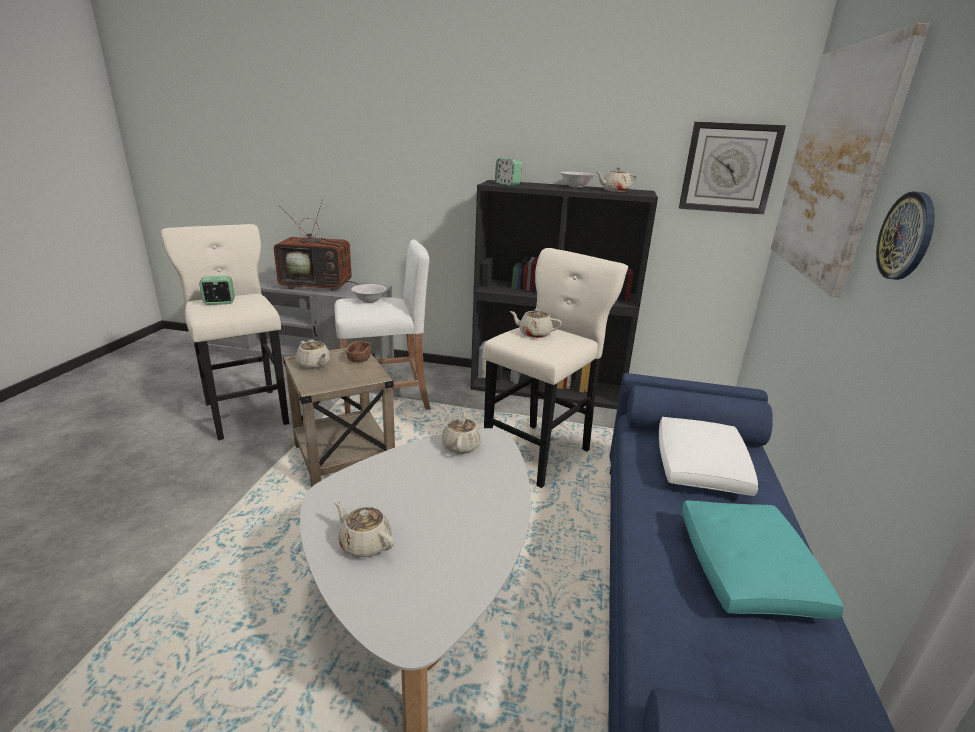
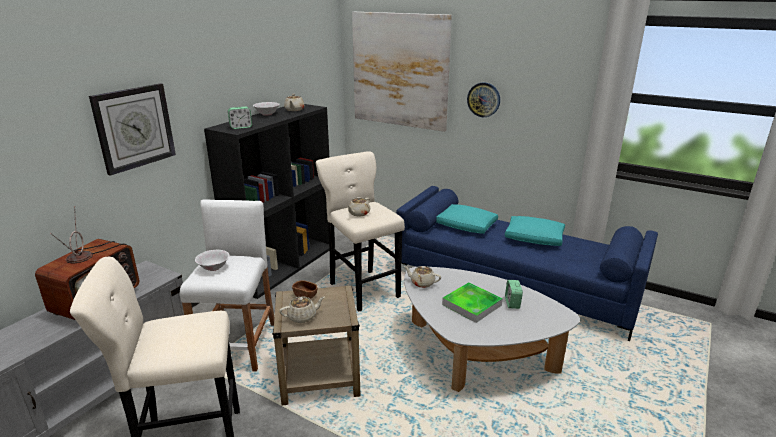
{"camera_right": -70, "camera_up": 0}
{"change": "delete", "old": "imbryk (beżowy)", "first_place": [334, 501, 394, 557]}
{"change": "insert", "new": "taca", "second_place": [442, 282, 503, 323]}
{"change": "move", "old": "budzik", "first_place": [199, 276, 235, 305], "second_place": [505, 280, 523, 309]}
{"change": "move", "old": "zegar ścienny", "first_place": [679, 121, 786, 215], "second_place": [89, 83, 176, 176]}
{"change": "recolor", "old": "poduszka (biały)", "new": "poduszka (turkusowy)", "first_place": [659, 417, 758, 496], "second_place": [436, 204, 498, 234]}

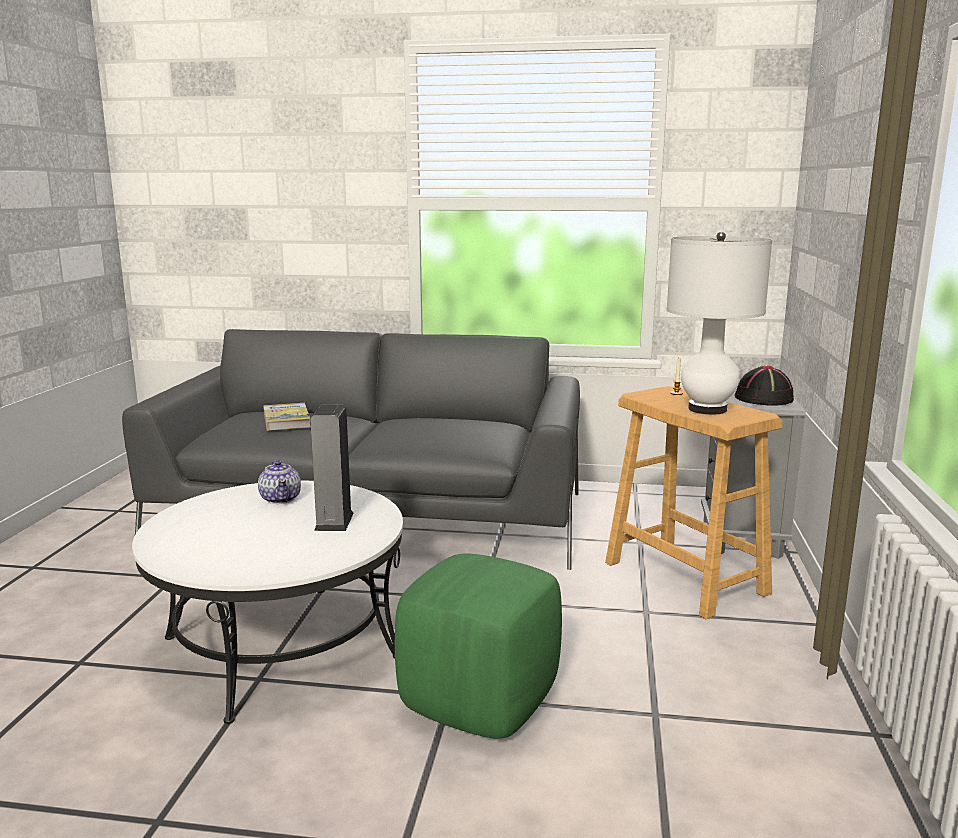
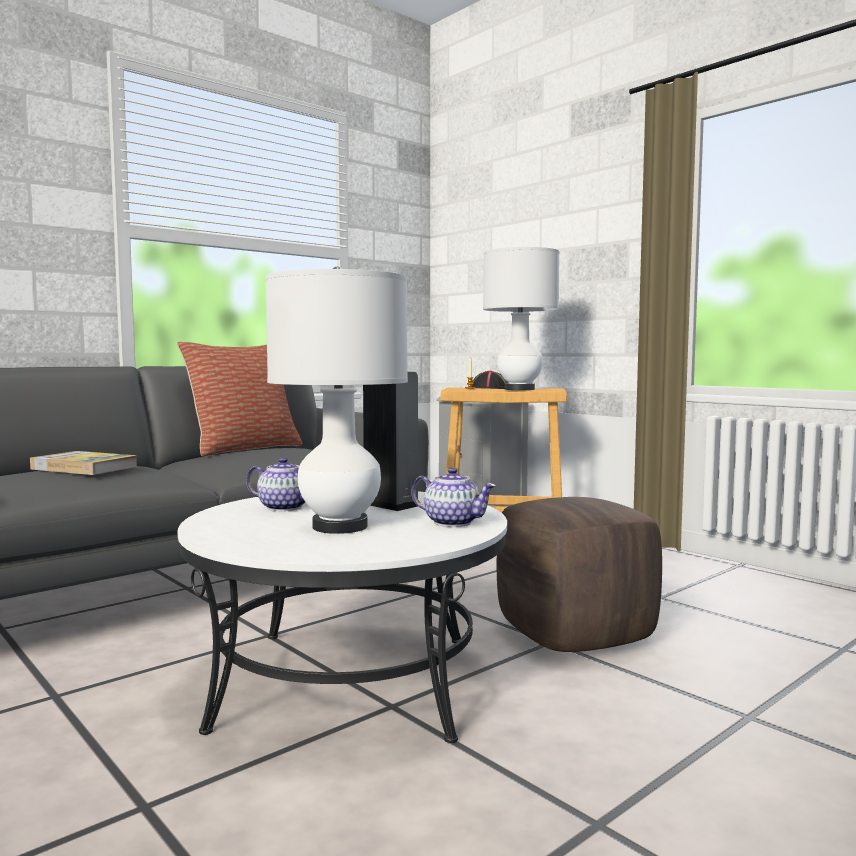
{"camera_right": -50, "camera_up": -10}
{"change": "insert", "new": "poduszka", "second_place": [177, 342, 302, 456]}
{"change": "insert", "new": "lampa stołowa (biały)", "second_place": [265, 267, 408, 534]}
{"change": "insert", "new": "imbryk", "second_place": [411, 468, 496, 527]}
{"change": "recolor", "old": "pufa (zielony)", "new": "pufa (brązowy)", "first_place": [395, 553, 562, 739], "second_place": [497, 497, 662, 652]}

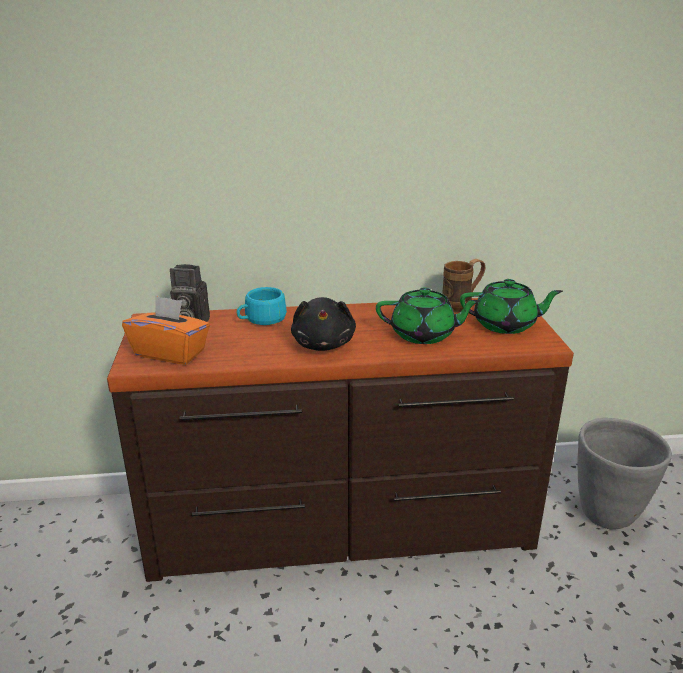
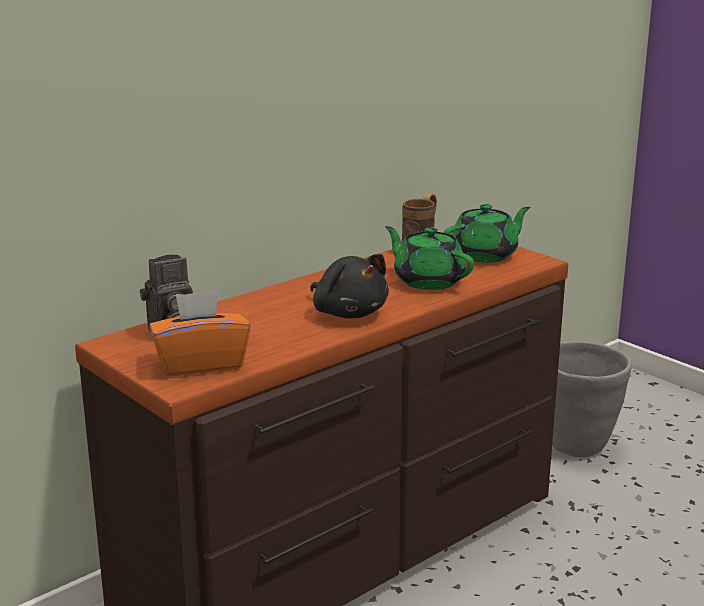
{"camera_right": -35, "camera_up": -5}
{"change": "delete", "old": "filiżanka (turkusowy)", "first_place": [237, 287, 287, 325]}
{"change": "rotate", "old": "imbryk (zielony)", "first_place": [376, 287, 480, 344], "second_place": [385, 226, 474, 290], "degrees": -105}

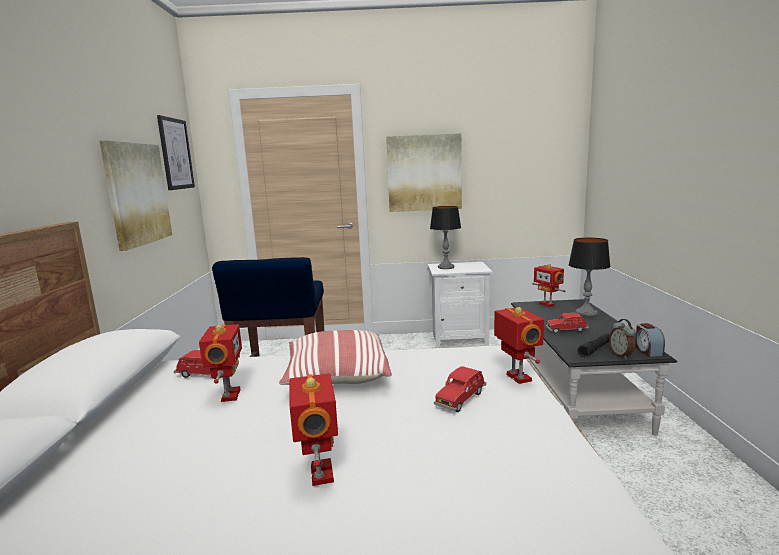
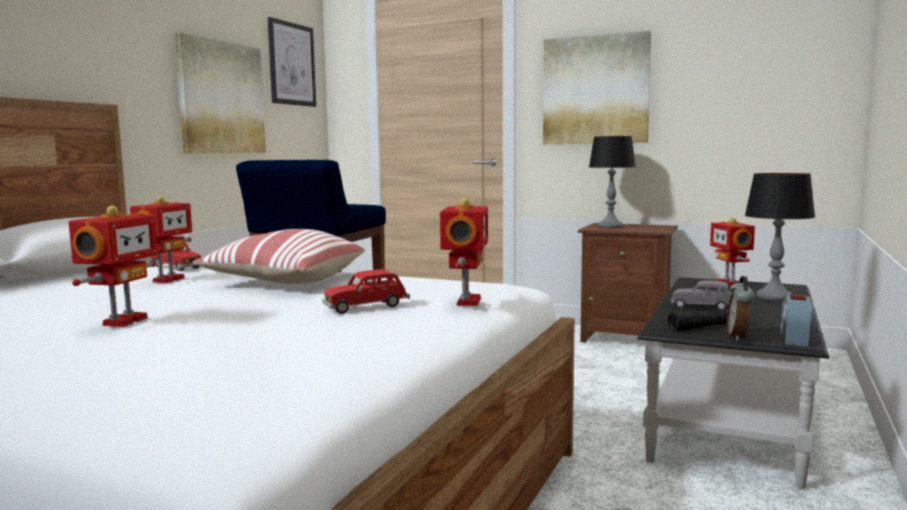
{"camera_right": 25, "camera_up": -5}
{"change": "recolor", "old": "szafka nocna (biały)", "new": "szafka nocna (brązowy)", "first_place": [428, 262, 493, 348], "second_place": [578, 223, 678, 343]}
{"change": "recolor", "old": "samochodzik (czerwony)", "new": "samochodzik (szary)", "first_place": [545, 313, 589, 334], "second_place": [671, 281, 732, 311]}

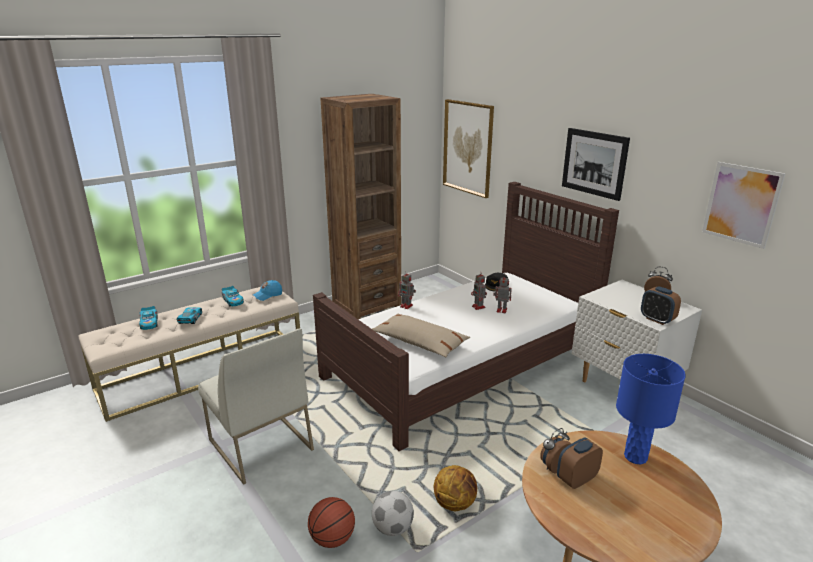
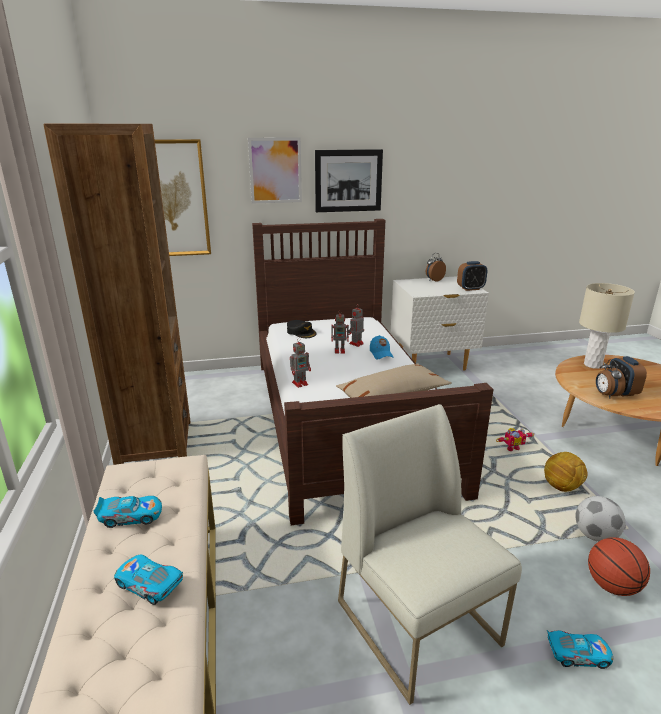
{"camera_right": -65, "camera_up": 0}
{"change": "insert", "new": "robot zabawkowy", "second_place": [496, 428, 534, 451]}
{"change": "move", "old": "samochodzik", "first_place": [139, 306, 158, 330], "second_place": [547, 630, 613, 669]}
{"change": "move", "old": "czapka z daszkiem (niebieski)", "first_place": [253, 280, 282, 301], "second_place": [370, 335, 394, 359]}
{"change": "move", "old": "obraz", "first_place": [702, 162, 785, 249], "second_place": [248, 137, 302, 203]}
{"change": "replace", "old": "piłka do koszykówki", "new": "piłka futbolowa", "first_place": [434, 465, 477, 511], "second_place": [544, 452, 587, 492]}
{"change": "recolor", "old": "lampa stołowa (niebieski)", "new": "lampa stołowa (beżowy)", "first_place": [616, 354, 686, 465], "second_place": [579, 283, 635, 369]}
{"change": "rotate", "old": "krzesło (biały)", "first_place": [198, 329, 314, 485], "second_place": [338, 404, 522, 705], "degrees": -105}

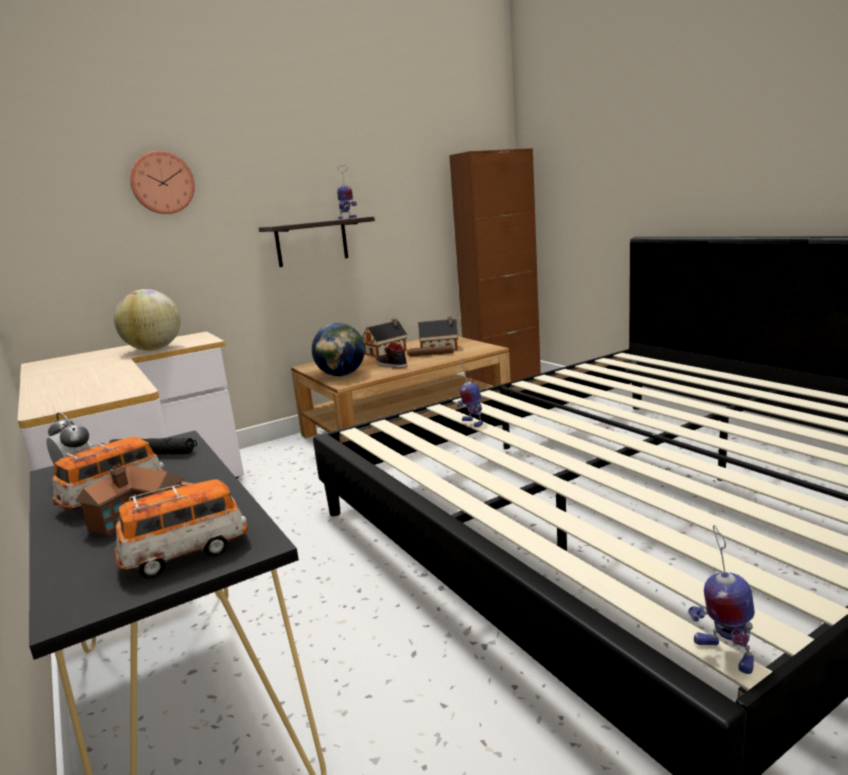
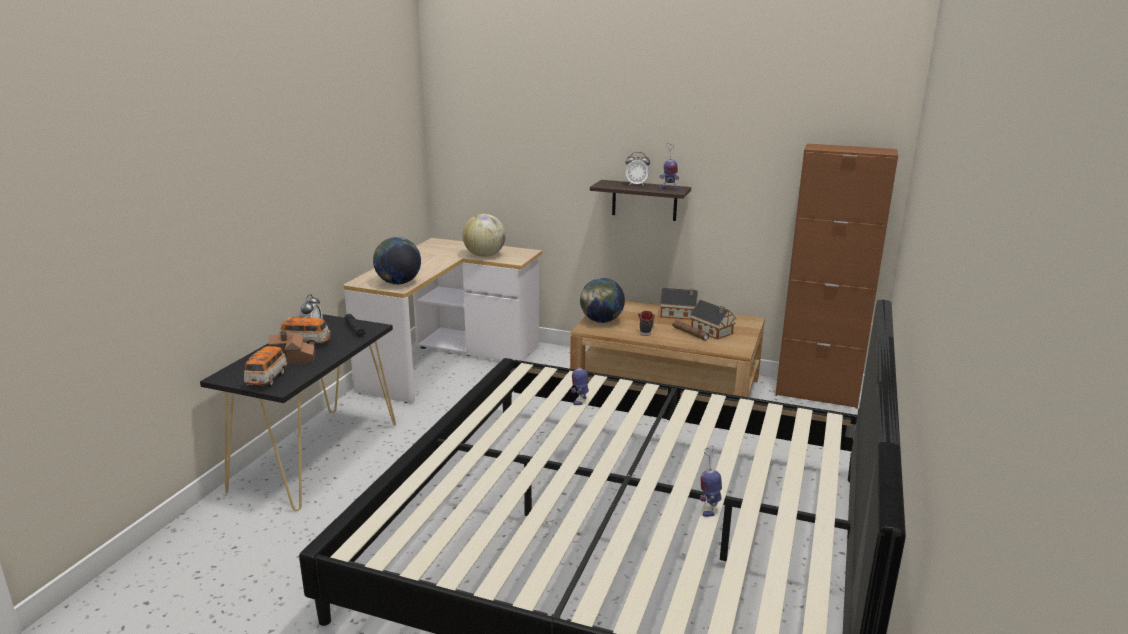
{"camera_right": 50, "camera_up": 5}
{"change": "delete", "old": "zegar ścienny", "first_place": [130, 151, 195, 214]}
{"change": "insert", "new": "globus", "second_place": [373, 237, 421, 285]}
{"change": "insert", "new": "budzik", "second_place": [626, 152, 650, 186]}
{"change": "move", "old": "robot zabawkowy", "first_place": [688, 525, 755, 674], "second_place": [700, 446, 722, 517]}
{"change": "rotate", "old": "samochodzik", "first_place": [114, 479, 248, 578], "second_place": [244, 346, 288, 387], "degrees": -105}

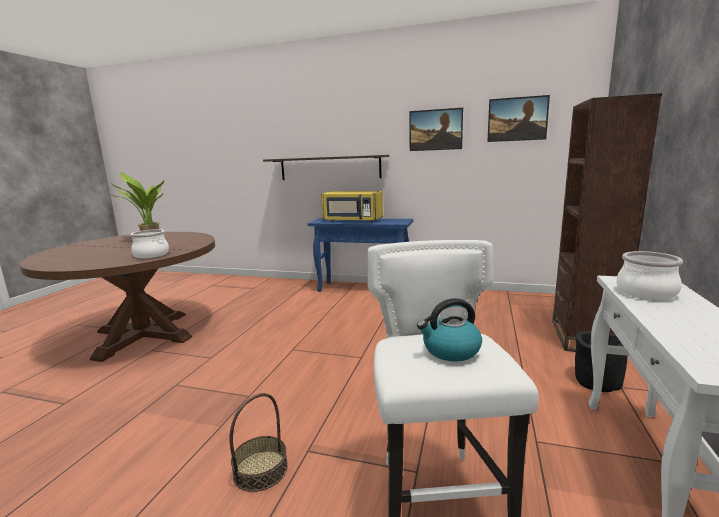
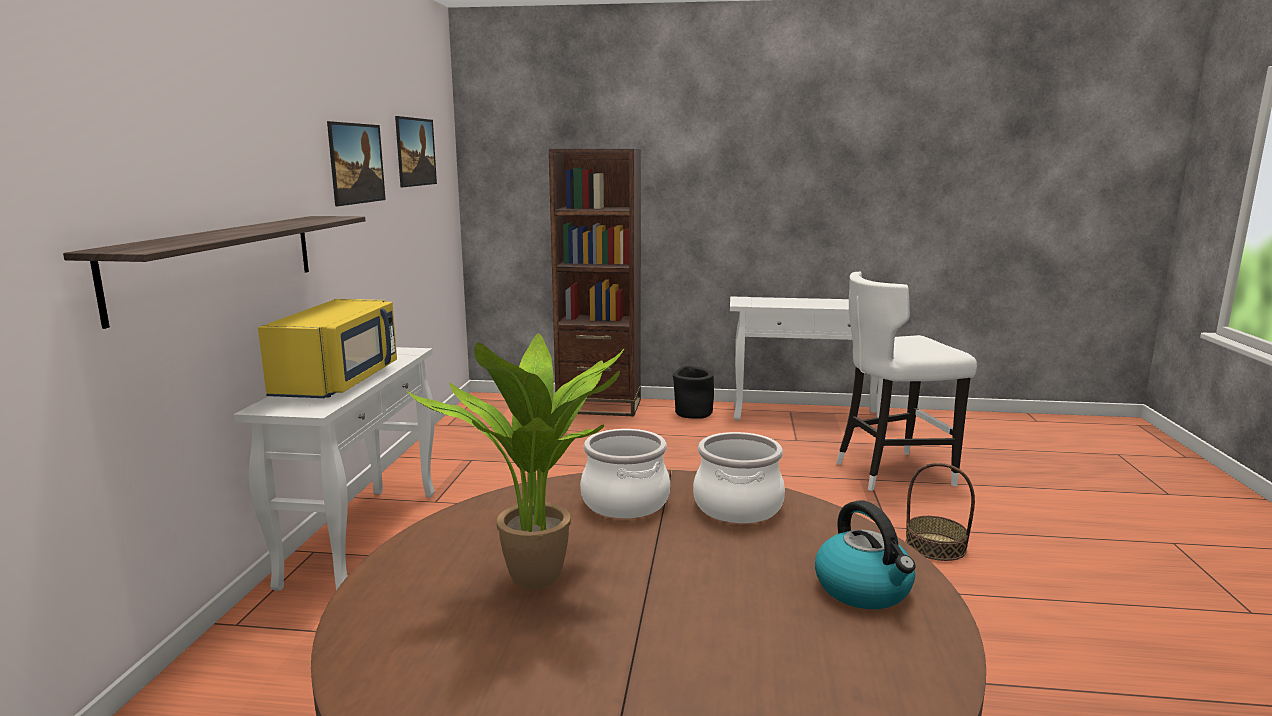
{"camera_right": -100, "camera_up": 0}
{"change": "move", "old": "czajnik", "first_place": [417, 298, 482, 361], "second_place": [815, 500, 915, 609]}
{"change": "move", "old": "garnek", "first_place": [616, 251, 683, 300], "second_place": [580, 429, 670, 518]}
{"change": "recolor", "old": "stolik konsolowy (niebieski)", "new": "stolik konsolowy (biały)", "first_place": [308, 218, 413, 292], "second_place": [234, 347, 435, 591]}

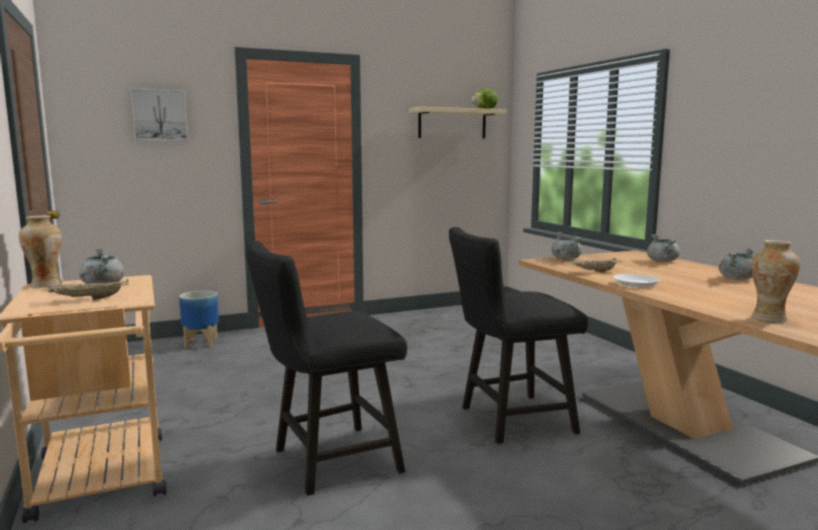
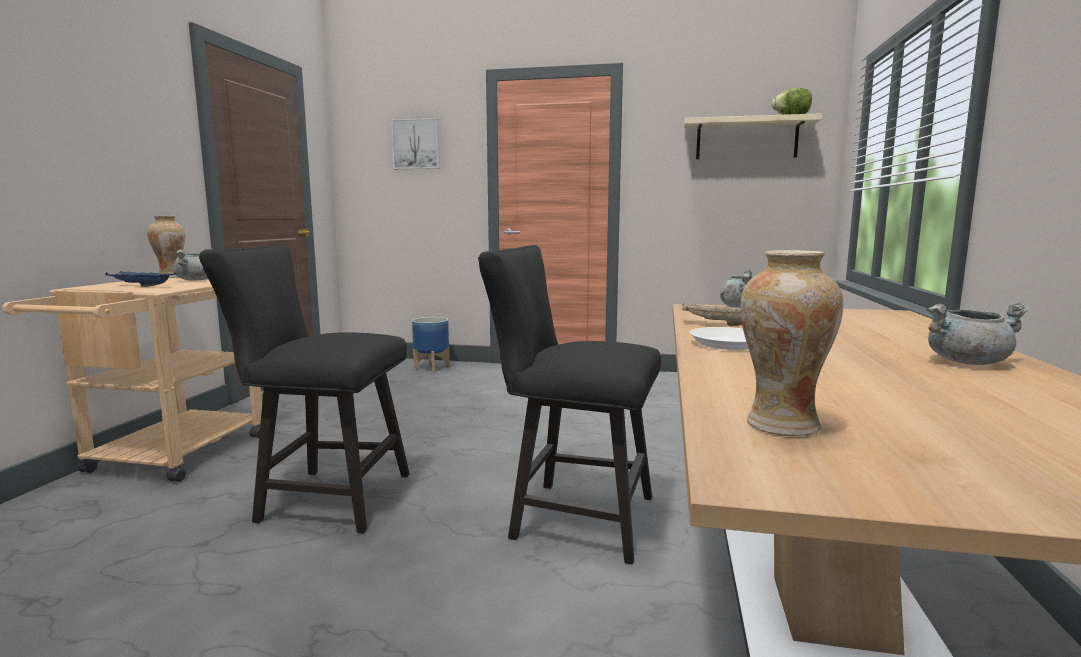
{"camera_right": 35, "camera_up": 0}
{"change": "delete", "old": "garnek (szary)", "first_place": [647, 234, 680, 262]}
{"change": "recolor", "old": "taca (beżowy)", "new": "taca (niebieski)", "first_place": [47, 279, 129, 300], "second_place": [105, 271, 177, 287]}

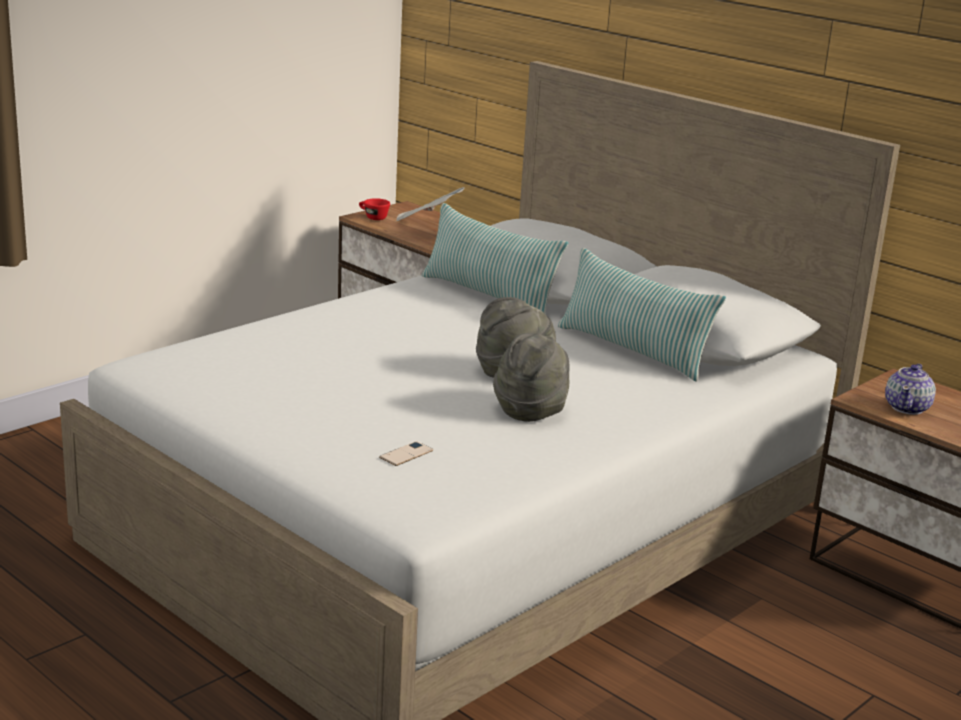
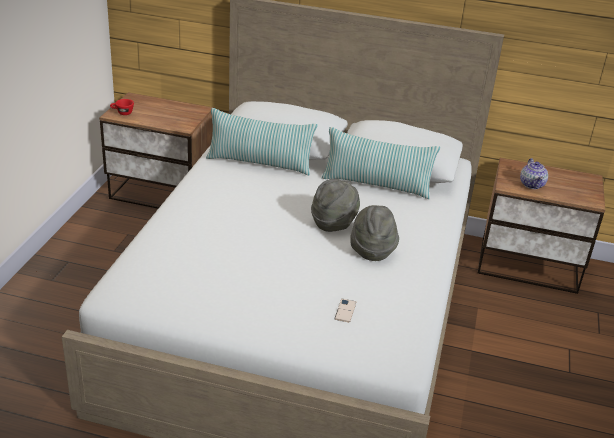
{"camera_right": -30, "camera_up": 10}
{"change": "delete", "old": "gazeta", "first_place": [396, 187, 465, 221]}

